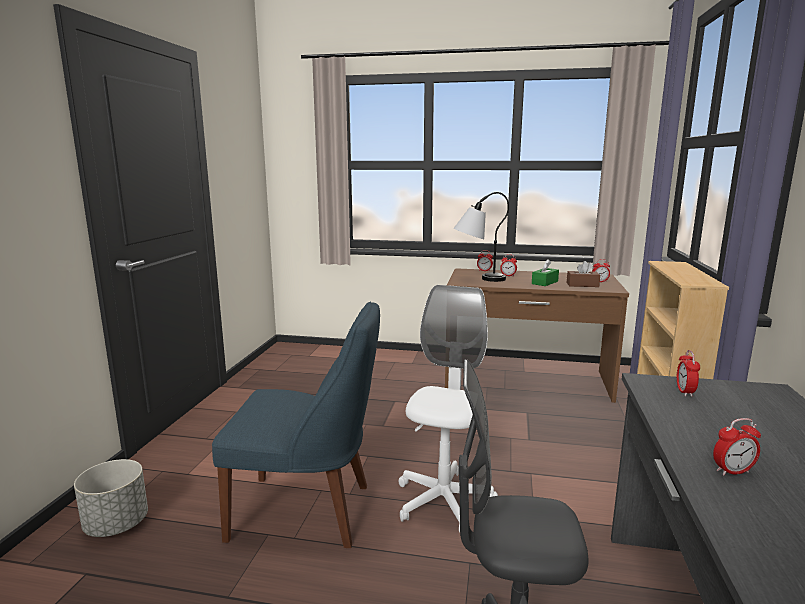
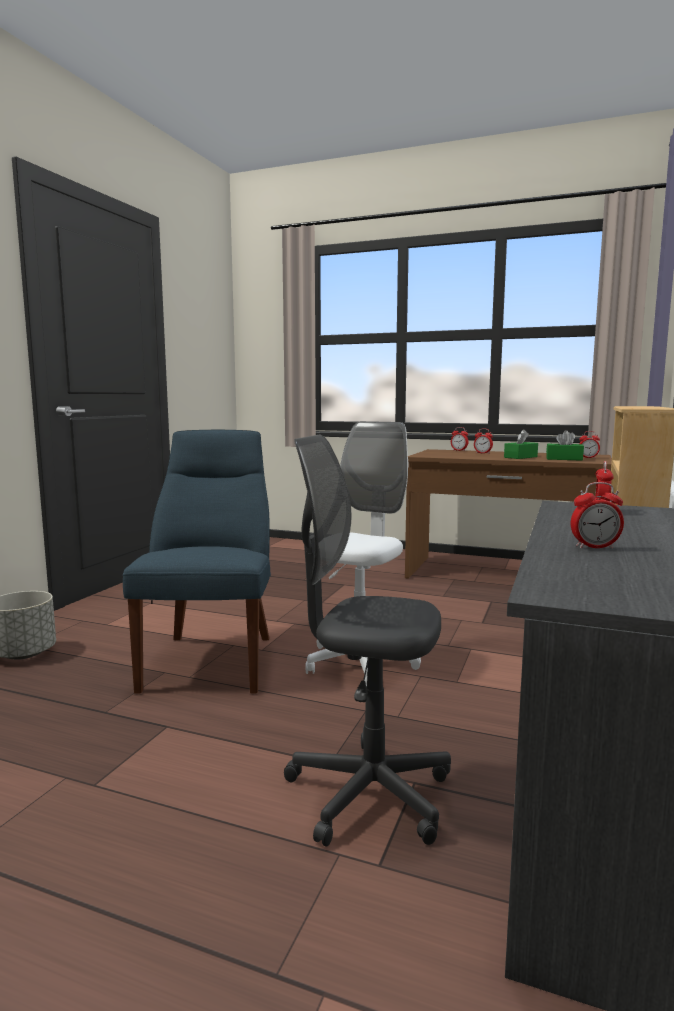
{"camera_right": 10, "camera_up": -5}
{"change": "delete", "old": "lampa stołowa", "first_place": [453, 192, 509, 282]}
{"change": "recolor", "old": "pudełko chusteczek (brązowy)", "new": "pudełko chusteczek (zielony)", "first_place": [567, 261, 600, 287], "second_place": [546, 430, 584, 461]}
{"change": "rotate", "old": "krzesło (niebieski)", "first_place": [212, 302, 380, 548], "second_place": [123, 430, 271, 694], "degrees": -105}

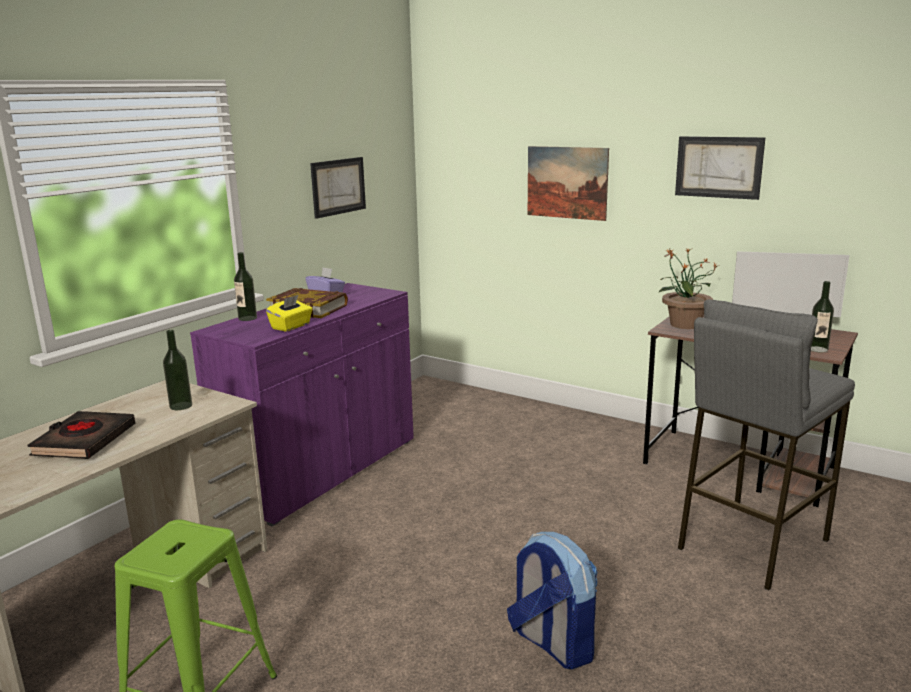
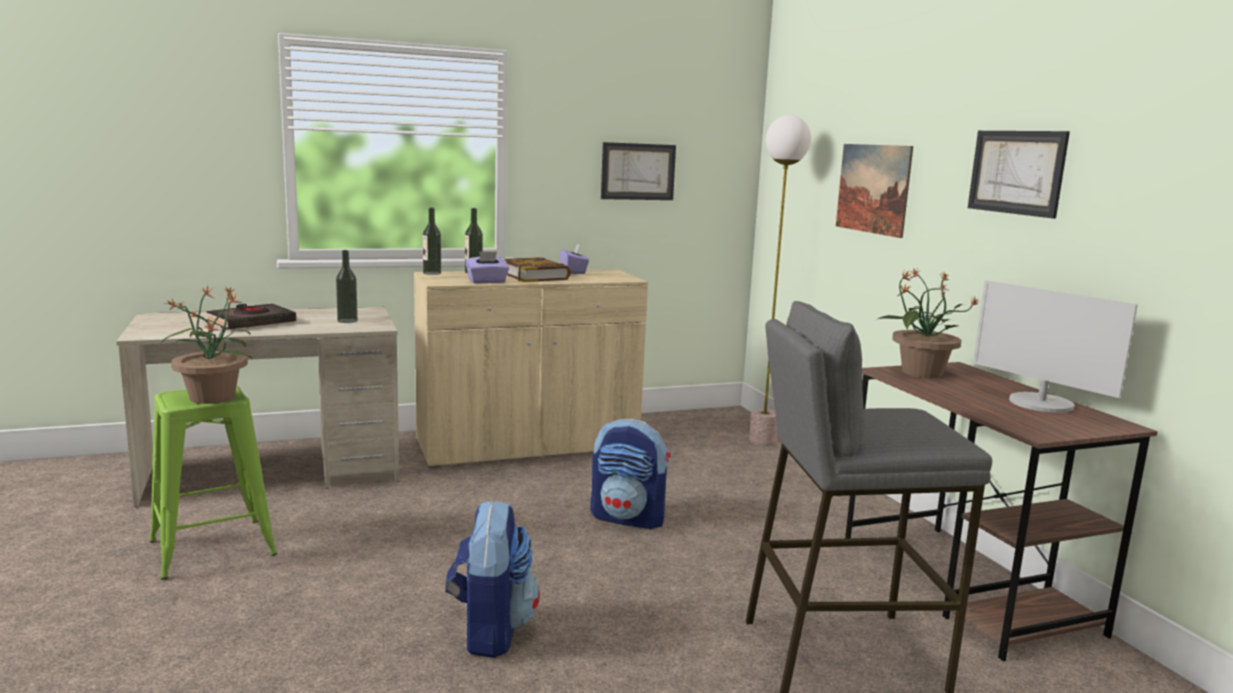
{"camera_right": 35, "camera_up": -5}
{"change": "insert", "new": "roślina doniczkowa", "second_place": [160, 285, 252, 404]}
{"change": "insert", "new": "plecak", "second_place": [590, 419, 671, 530]}
{"change": "insert", "new": "lampa stojąca", "second_place": [749, 115, 811, 446]}
{"change": "move", "old": "butelka", "first_place": [811, 281, 834, 352], "second_place": [423, 208, 441, 275]}
{"change": "recolor", "old": "szafka (fioletowy)", "new": "szafka (beżowy)", "first_place": [190, 283, 414, 527], "second_place": [414, 269, 648, 469]}
{"change": "recolor", "old": "pudełko chusteczek (żółty)", "new": "pudełko chusteczek (fioletowy)", "first_place": [266, 295, 313, 332], "second_place": [465, 251, 509, 283]}

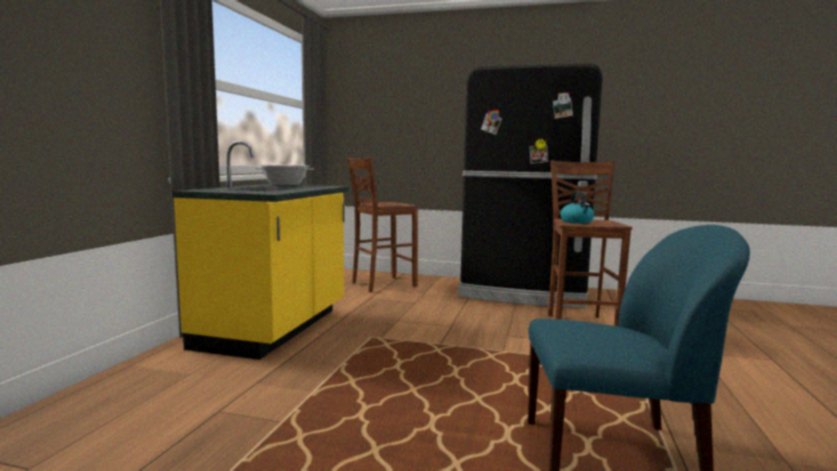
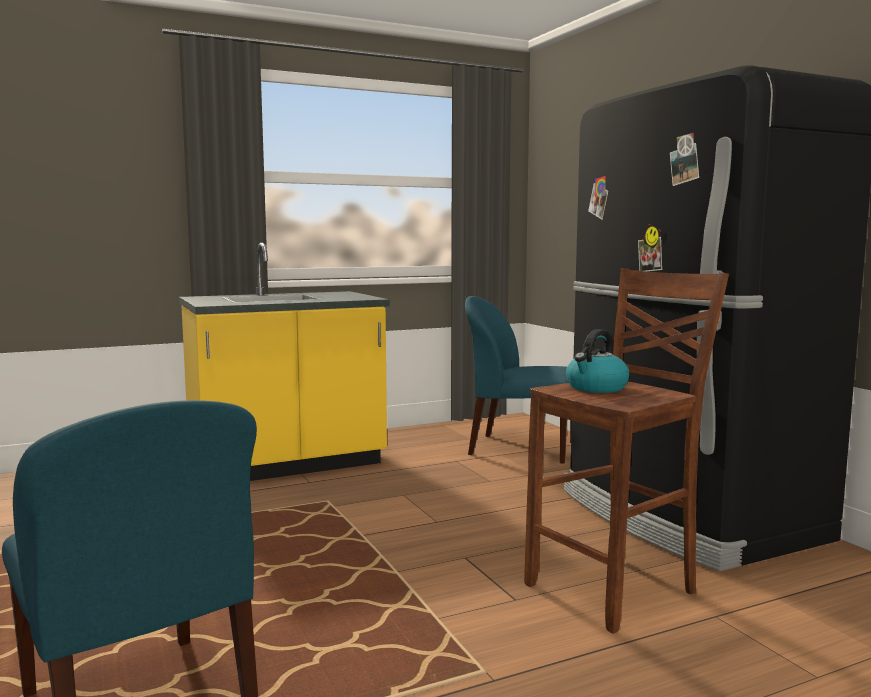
{"camera_right": 50, "camera_up": 0}
{"change": "delete", "old": "garnek", "first_place": [255, 165, 314, 186]}
{"change": "replace", "old": "stołek (brązowy)", "new": "krzesło (niebieski)", "first_place": [347, 157, 418, 292], "second_place": [465, 296, 572, 464]}

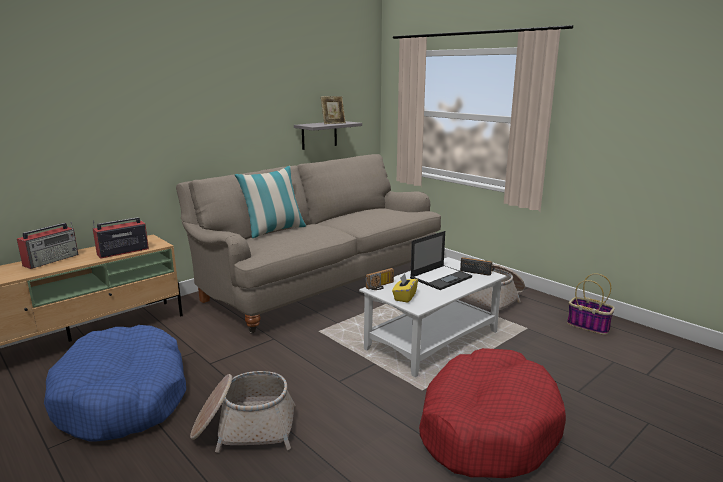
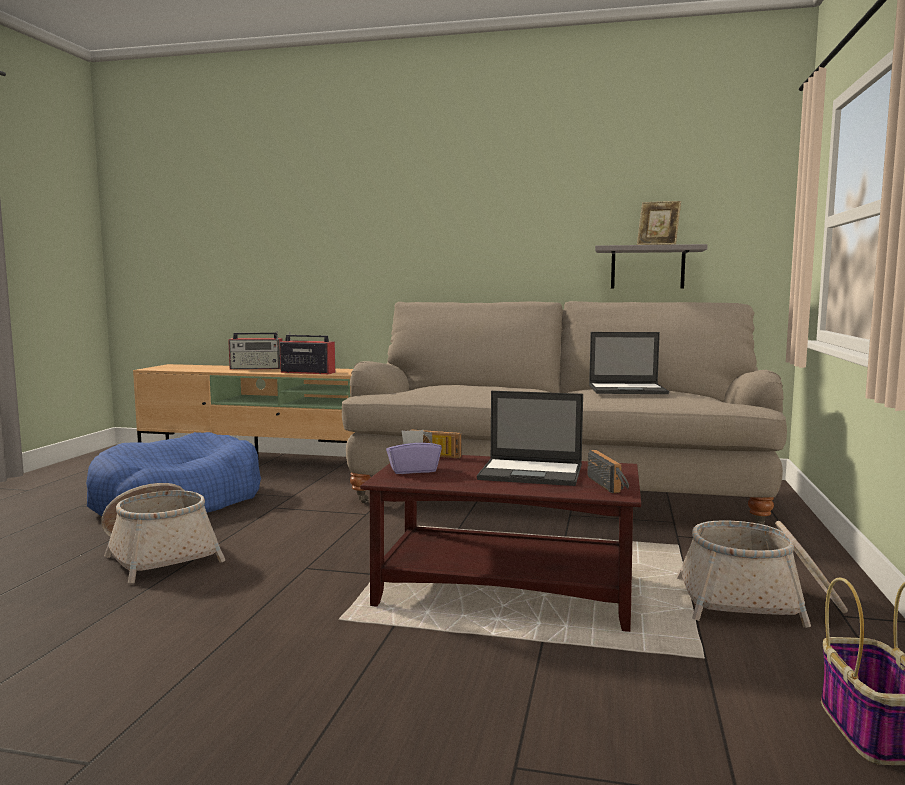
{"camera_right": 55, "camera_up": -10}
{"change": "delete", "old": "poduszka", "first_place": [235, 166, 307, 238]}
{"change": "delete", "old": "legowisko (czerwony)", "first_place": [419, 348, 566, 478]}
{"change": "insert", "new": "laptop", "second_place": [589, 332, 669, 394]}
{"change": "recolor", "old": "ława (biały)", "new": "ława (brązowy)", "first_place": [359, 257, 507, 377], "second_place": [360, 455, 641, 632]}
{"change": "recolor", "old": "pudełko chusteczek (żółty)", "new": "pudełko chusteczek (fioletowy)", "first_place": [392, 274, 418, 303], "second_place": [386, 430, 442, 474]}

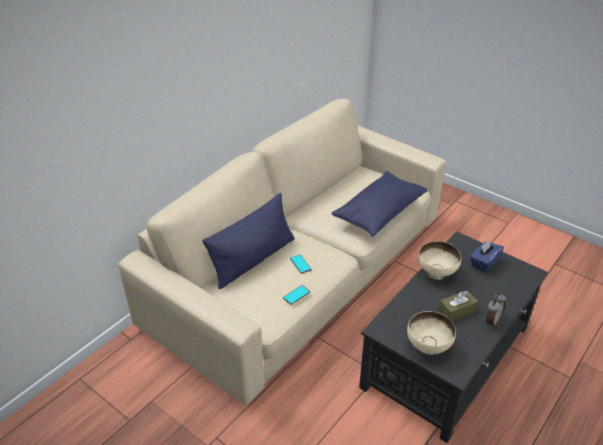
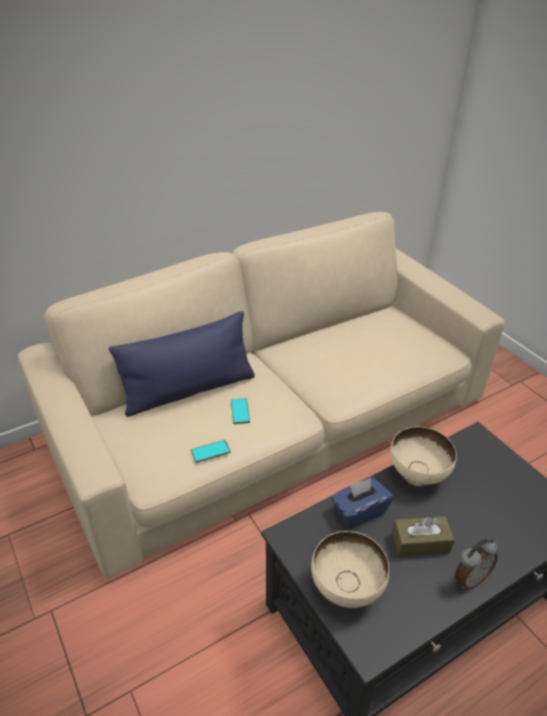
{"camera_right": 20, "camera_up": 0}
{"change": "delete", "old": "poduszka (niebieski)", "first_place": [332, 171, 427, 237]}
{"change": "move", "old": "pudełko chusteczek (niebieski)", "first_place": [470, 240, 504, 272], "second_place": [331, 478, 393, 528]}

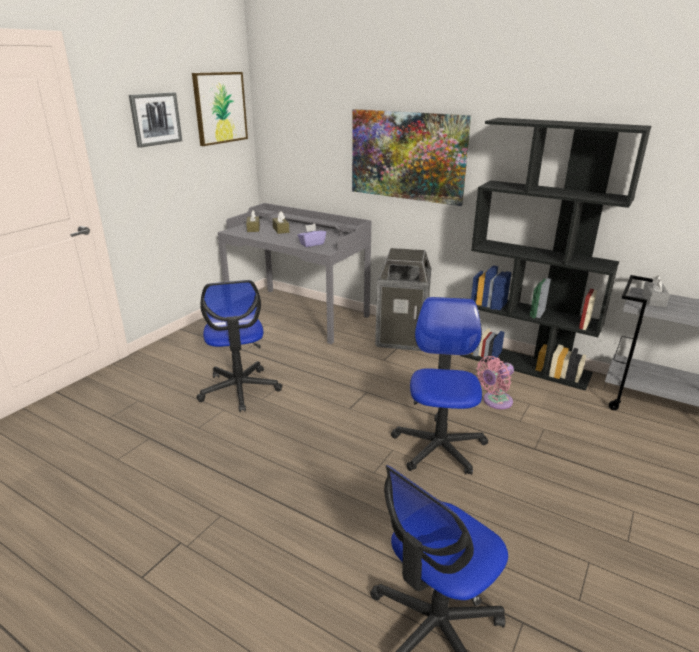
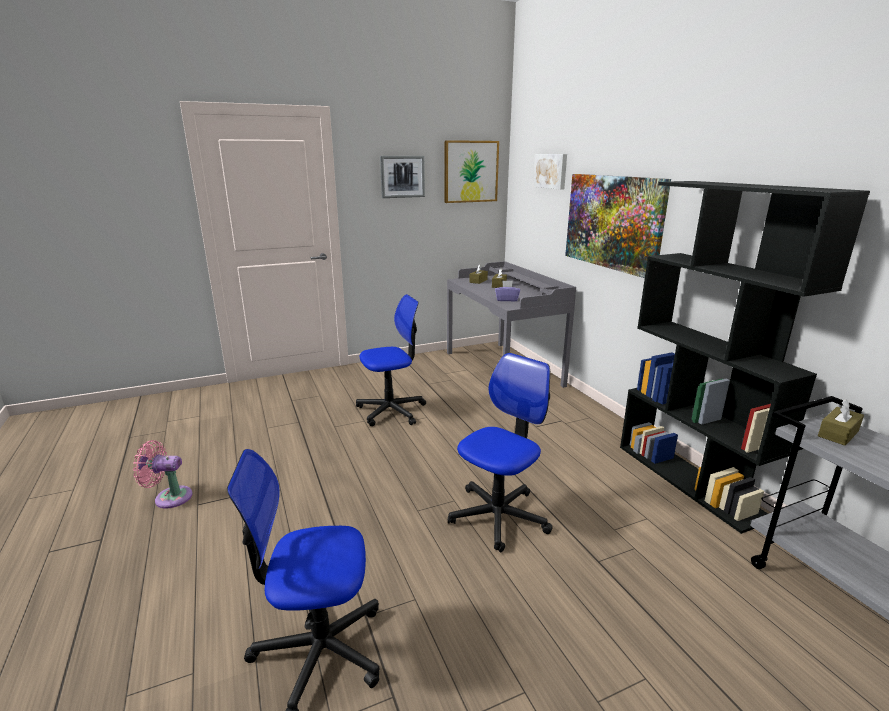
{"camera_right": 35, "camera_up": -5}
{"change": "delete", "old": "kosz na śmieci", "first_place": [375, 248, 431, 351]}
{"change": "insert", "new": "obraz", "second_place": [533, 154, 567, 190]}
{"change": "move", "old": "wentylator (różowy)", "first_place": [476, 356, 514, 409], "second_place": [133, 440, 193, 509]}
{"change": "recolor", "old": "pudełko chusteczek (szary)", "new": "pudełko chusteczek (brązowy)", "first_place": [642, 275, 670, 307], "second_place": [818, 399, 864, 446]}
{"change": "rotate", "old": "krzesło biurowe", "first_place": [196, 280, 282, 412], "second_place": [356, 294, 426, 426], "degrees": -135}

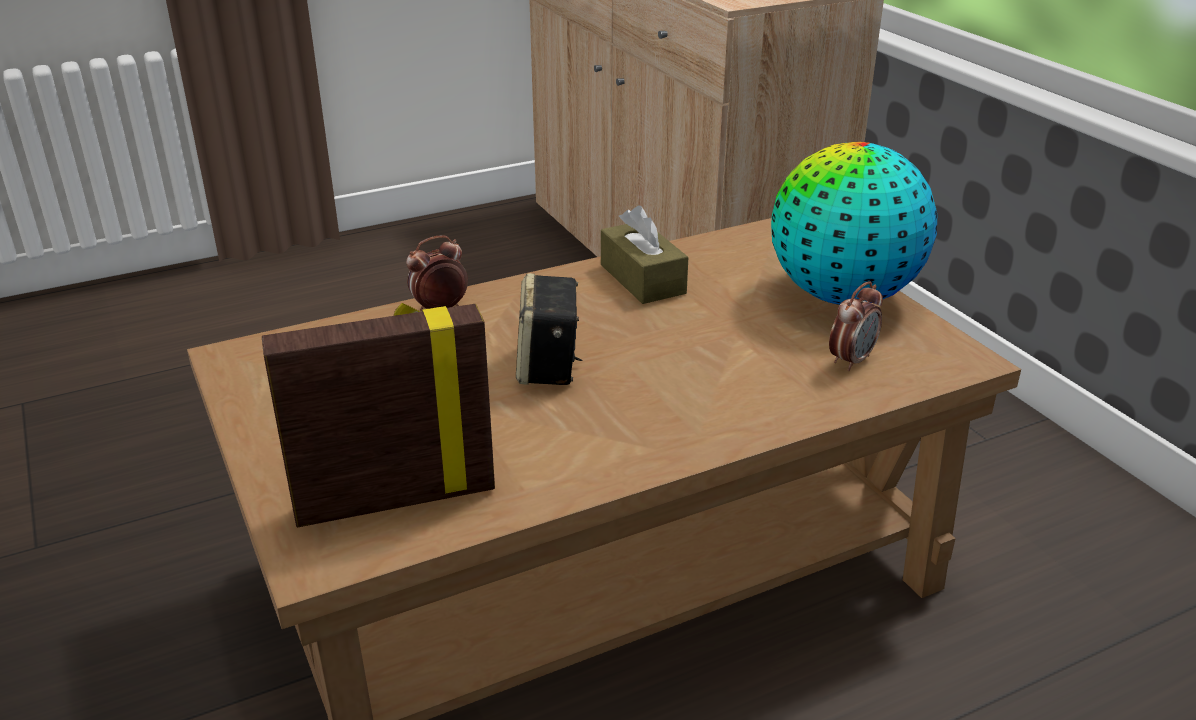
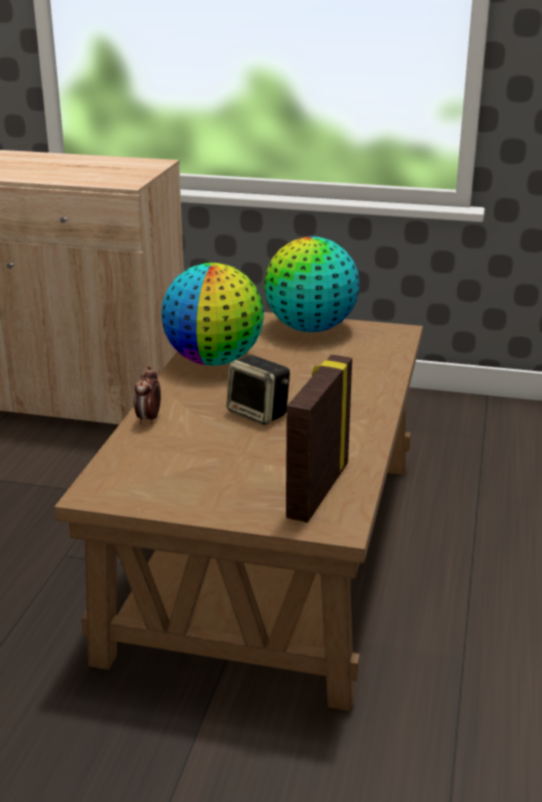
{"camera_right": -50, "camera_up": -5}
{"change": "delete", "old": "budzik", "first_place": [829, 281, 883, 371]}
{"change": "replace", "old": "pudełko chusteczek (brązowy)", "new": "globus", "first_place": [601, 205, 689, 304], "second_place": [161, 263, 264, 366]}

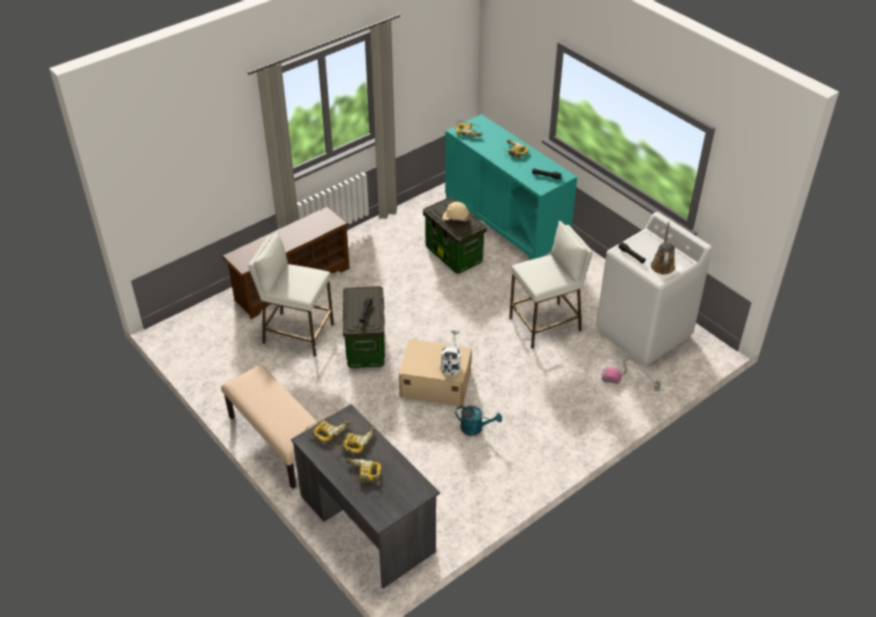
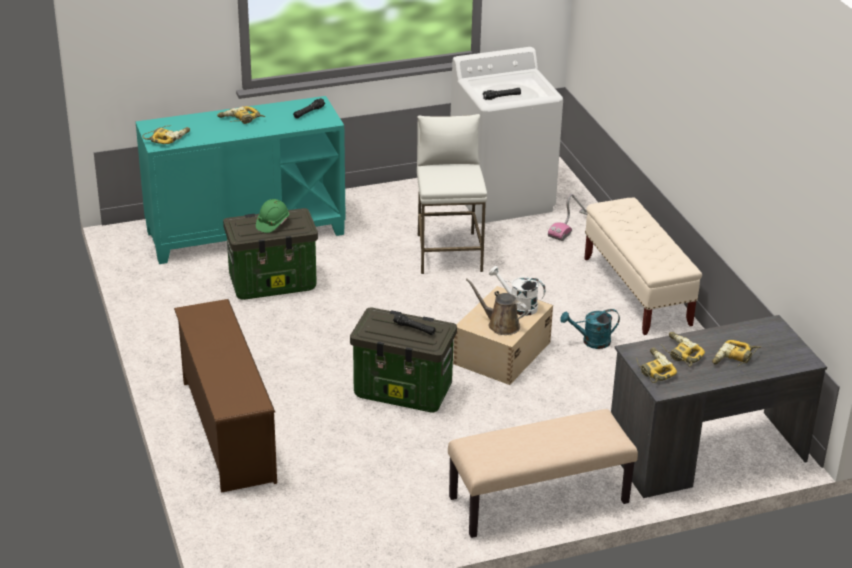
{"camera_right": -70, "camera_up": -10}
{"change": "delete", "old": "stołek (biały)", "first_place": [248, 231, 334, 357]}
{"change": "insert", "new": "ławka (beżowy)", "second_place": [584, 198, 702, 335]}
{"change": "move", "old": "konewka (brązowy)", "first_place": [651, 222, 675, 274], "second_place": [466, 278, 528, 335]}
{"change": "recolor", "old": "kask (beżowy)", "new": "kask (zielony)", "first_place": [442, 202, 469, 221], "second_place": [256, 199, 289, 233]}
{"change": "rotate", "old": "konewka (turkusowy)", "first_place": [455, 406, 502, 436], "second_place": [560, 309, 620, 349], "degrees": -135}

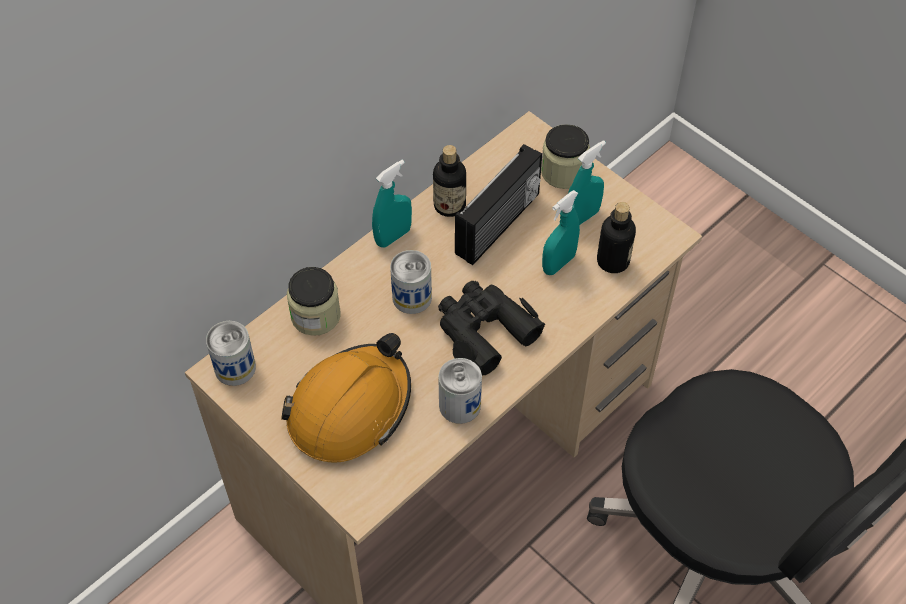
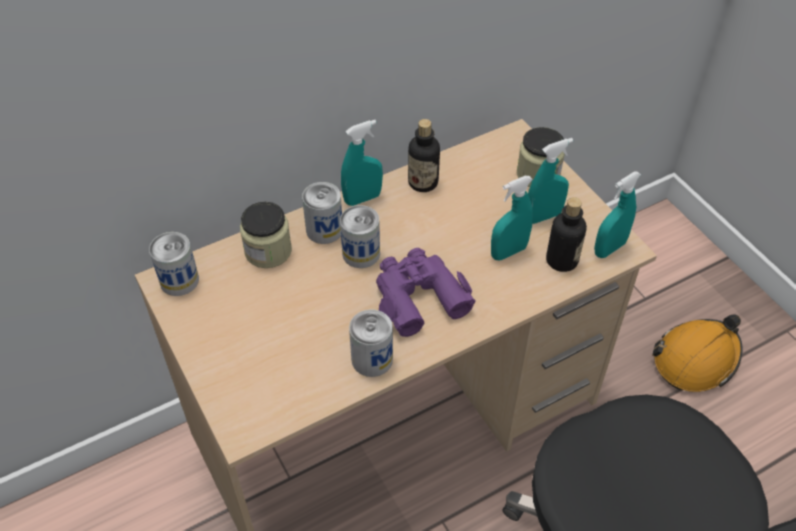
{"camera_right": 15, "camera_up": -5}
{"change": "delete", "old": "radio", "first_place": [455, 144, 542, 265]}
{"change": "insert", "new": "puszka", "second_place": [302, 182, 342, 244]}
{"change": "insert", "new": "spryskiwacz (turkusowy)", "second_place": [594, 171, 641, 258]}
{"change": "move", "old": "kask (pomarańczowy)", "first_place": [281, 333, 411, 463], "second_place": [652, 314, 743, 392]}
{"change": "recolor", "old": "lornetka (czarny)", "new": "lornetka (fioletowy)", "first_place": [438, 281, 545, 376], "second_place": [376, 248, 475, 337]}

